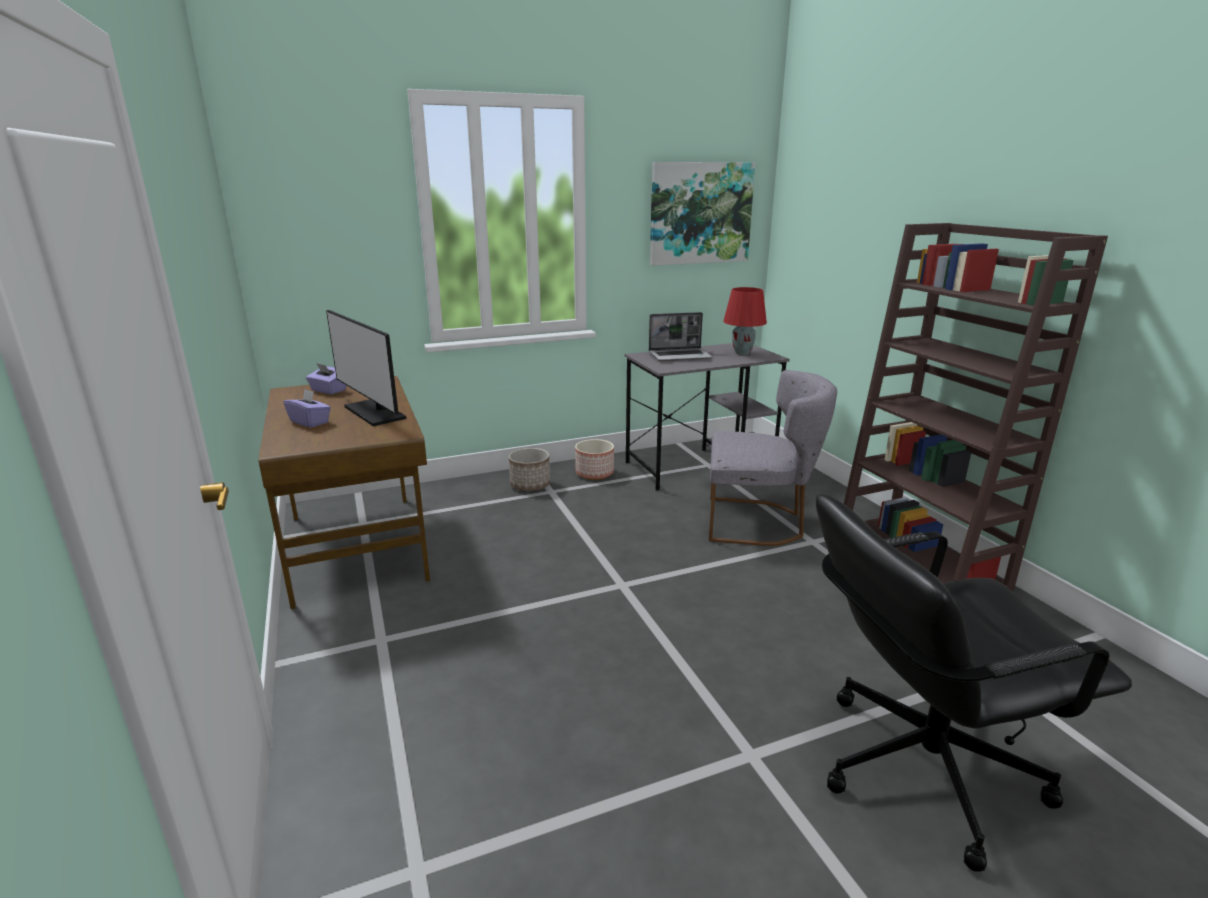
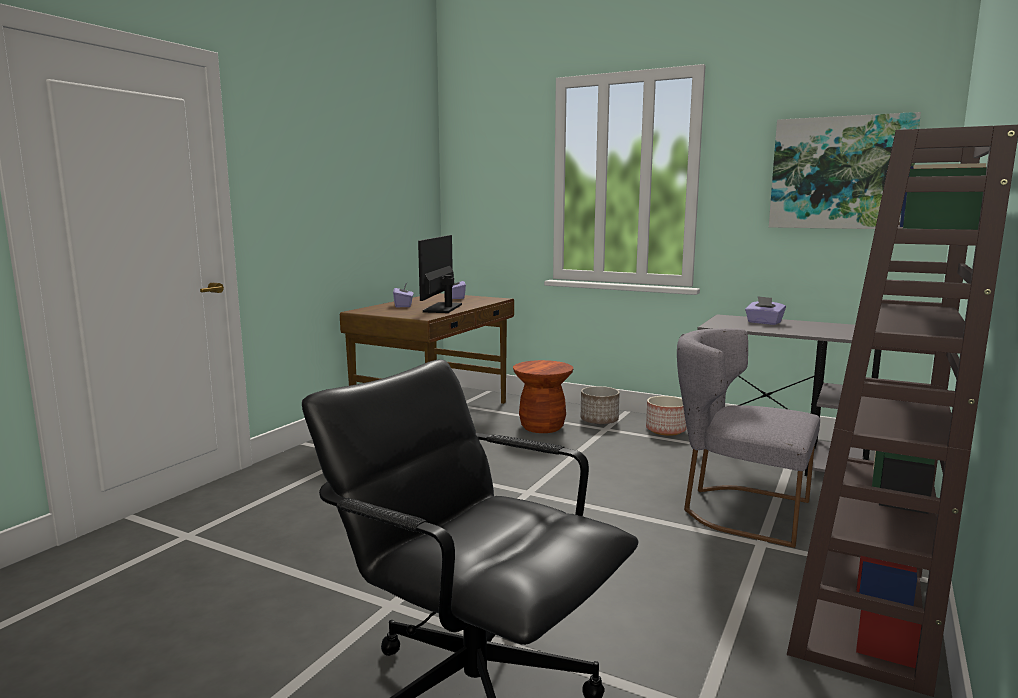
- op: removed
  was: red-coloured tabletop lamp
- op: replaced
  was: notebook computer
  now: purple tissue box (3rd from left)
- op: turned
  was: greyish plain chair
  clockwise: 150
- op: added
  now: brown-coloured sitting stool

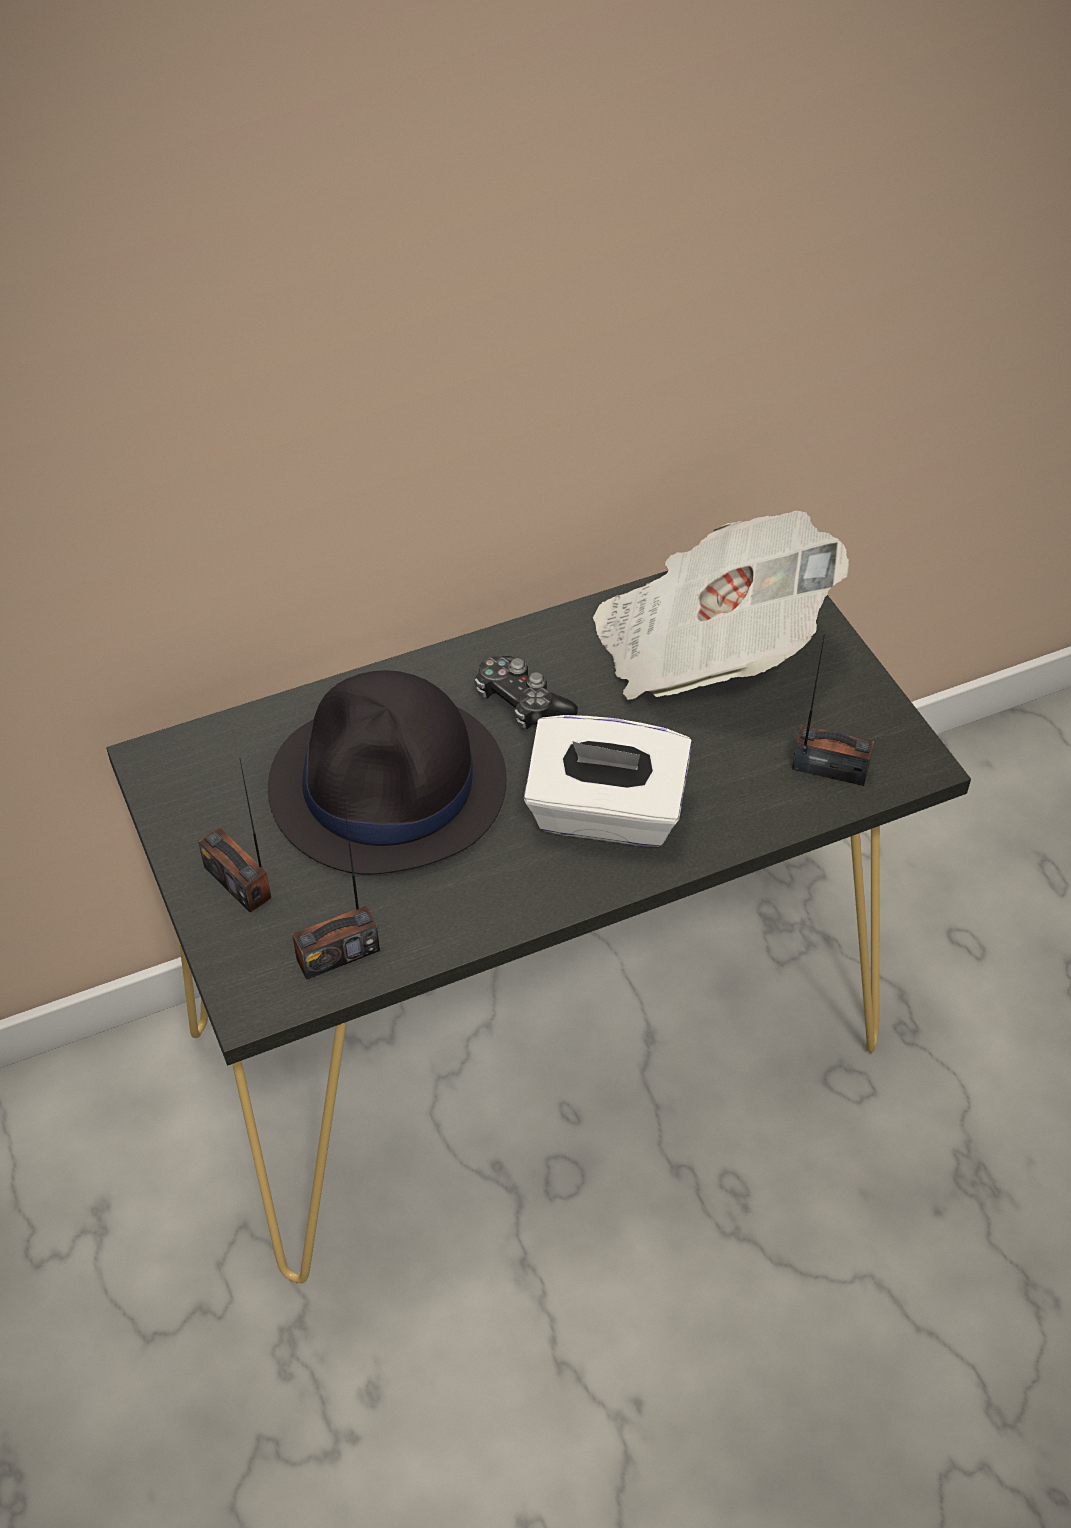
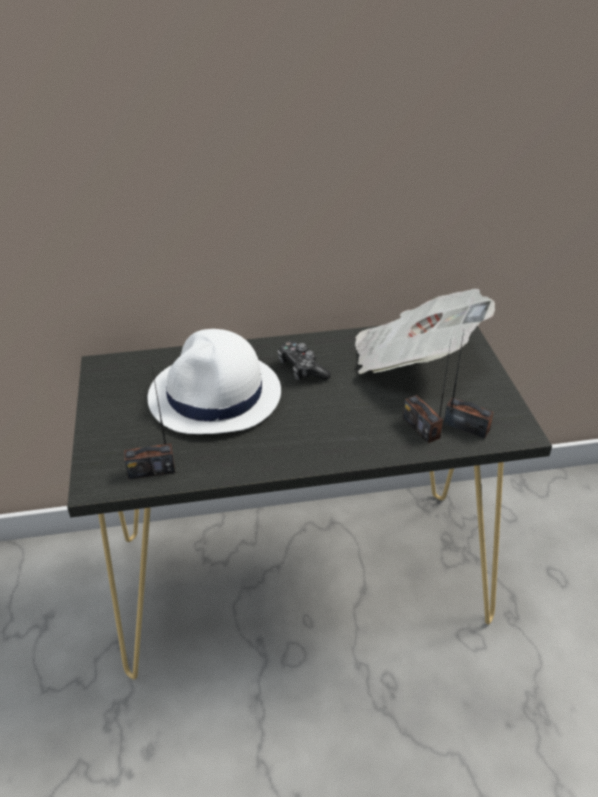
- op: recoloured
  was: black clothing hat
  now: whitish clothing hat
- op: removed
  was: whitish tissue box
- op: moved
  was: radio (1st from left in the first image)
  now: radio (2nd from left)

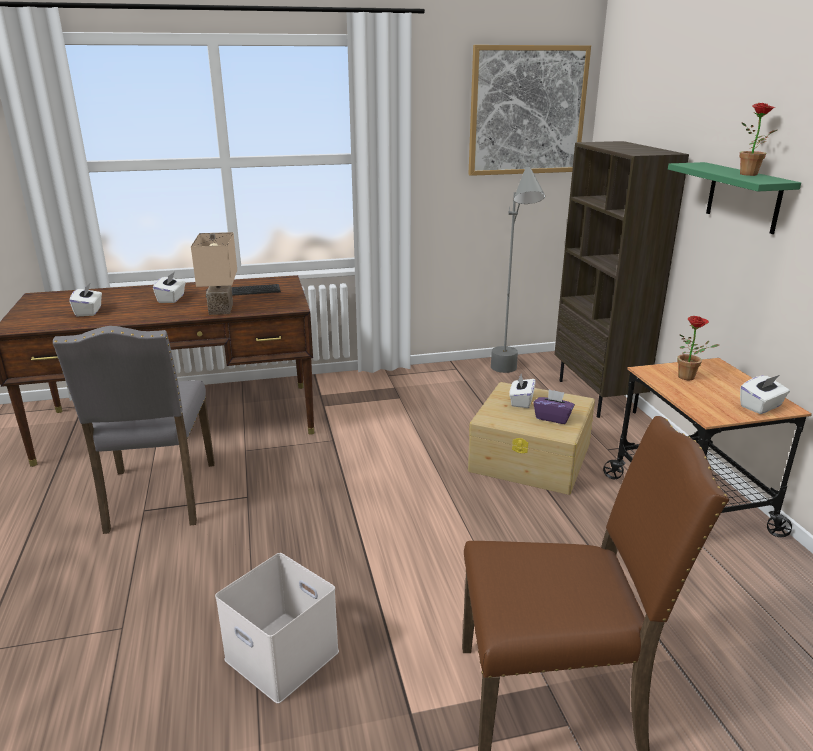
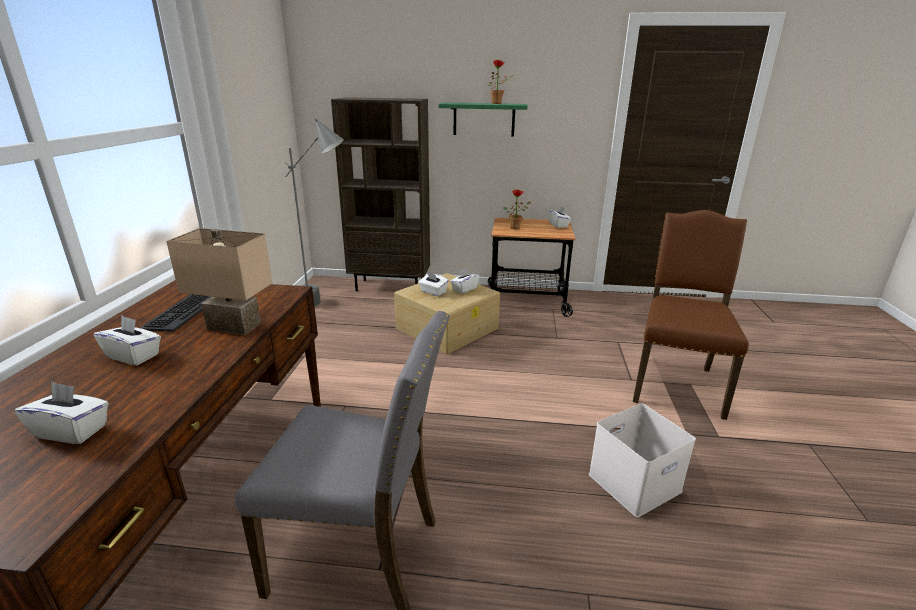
- op: removed
  was: wall art
- op: recoloured
  was: purple tissue box
  now: whitish tissue box (4th from left)

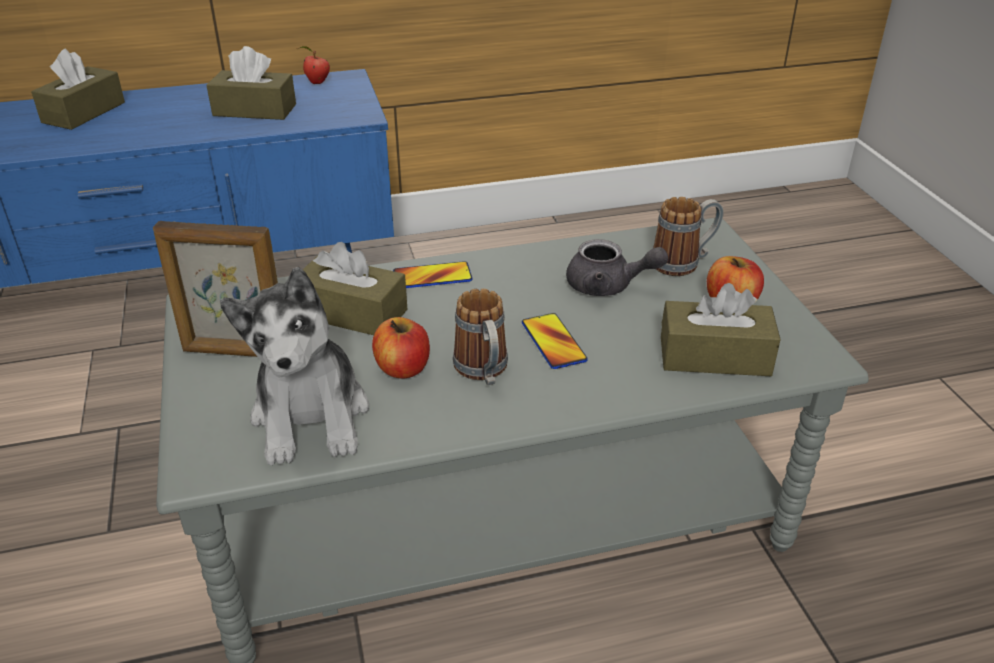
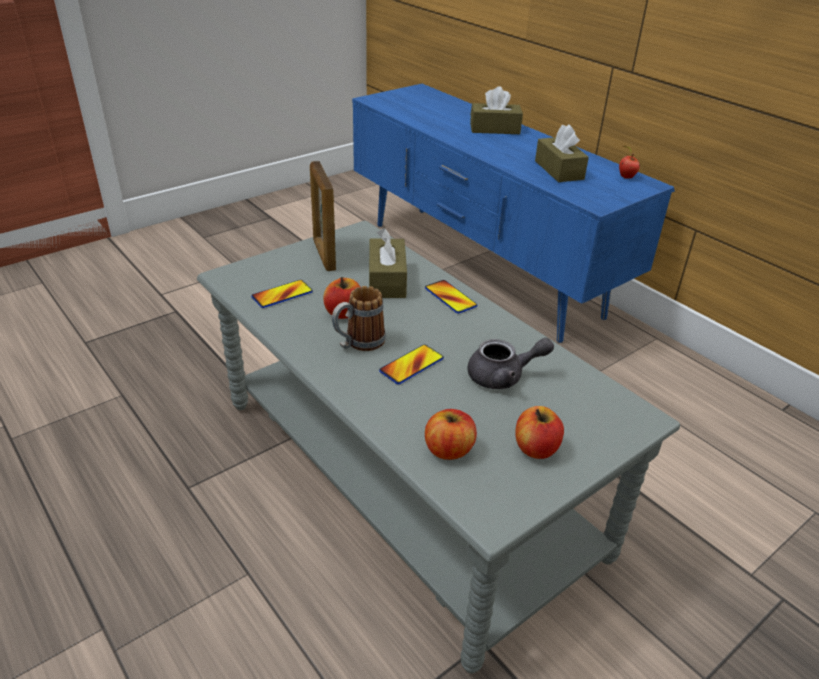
- op: removed
  was: mug (2nd from left)
- op: turned
  was: greyish tea pot
  clockwise: -90
- op: replaced
  was: plush toy
  now: phone (1st from left)
- op: replaced
  was: brown-coloured tissue box (4th from left)
  now: whole apple (2nd from left)

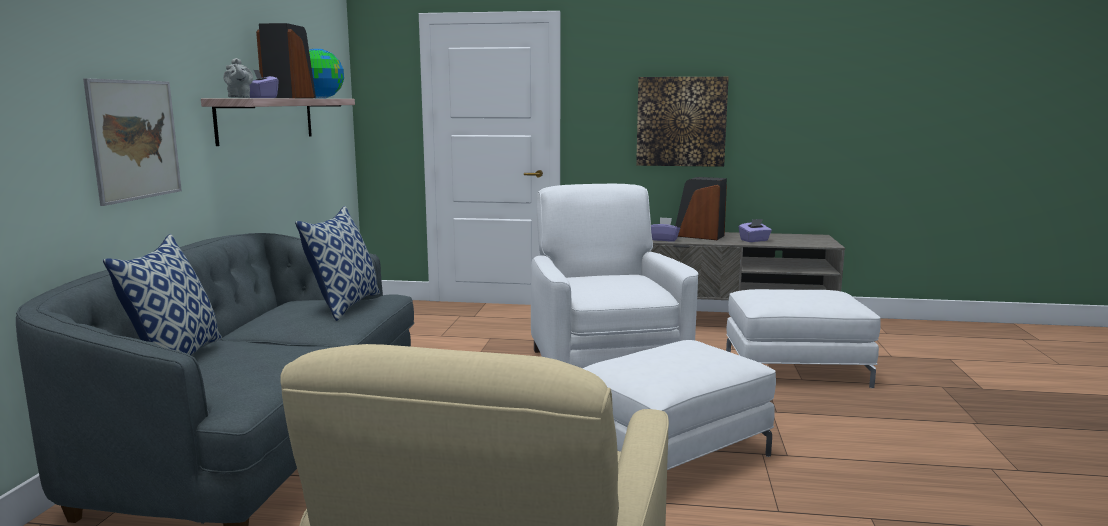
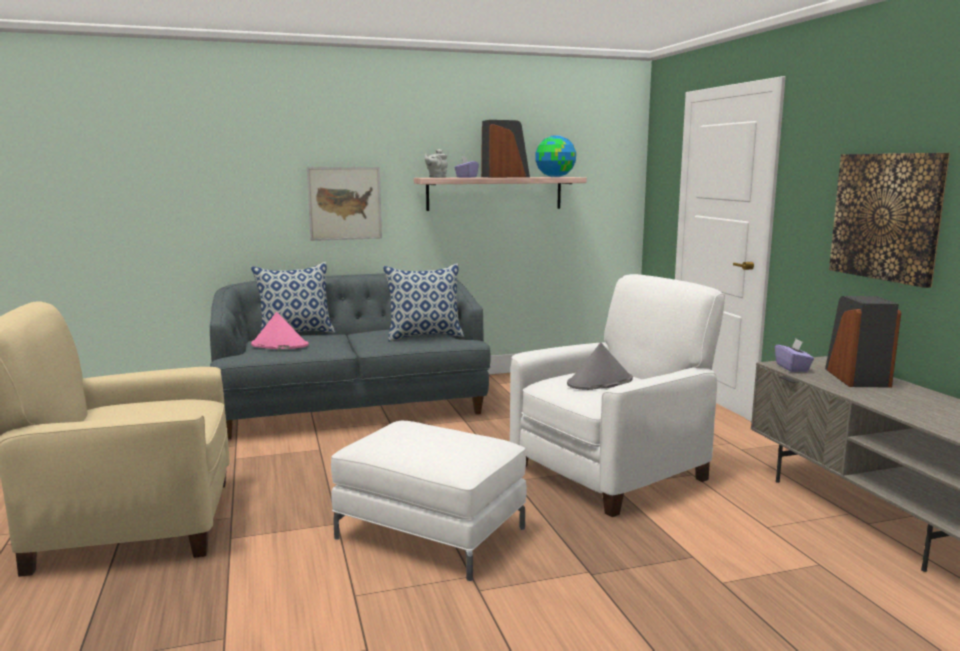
- op: removed
  was: purple tissue box (3rd from left)
- op: removed
  was: whitish pouffe (2nd from left)
- op: added
  now: pink-coloured clothing hat
- op: added
  now: greyish clothing hat

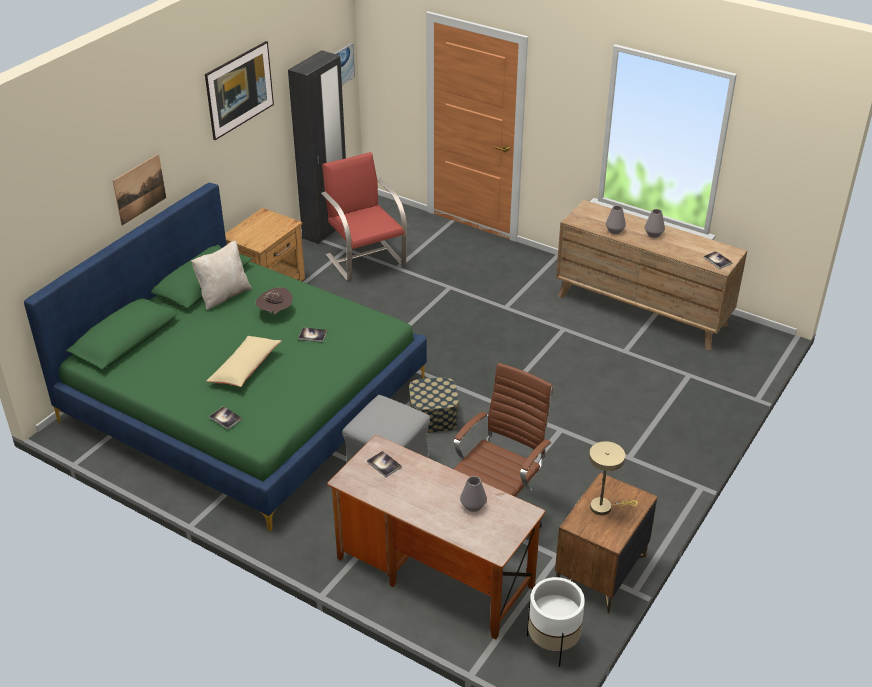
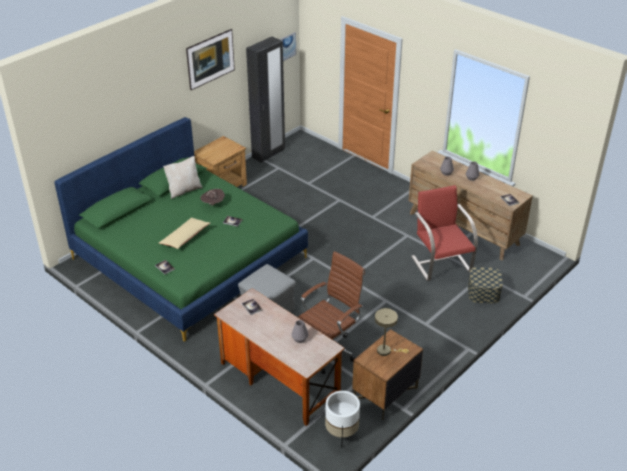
- op: moved
  was: red-coloured armchair
- op: removed
  was: wall art (1st from left)
- op: moved
  was: storage container

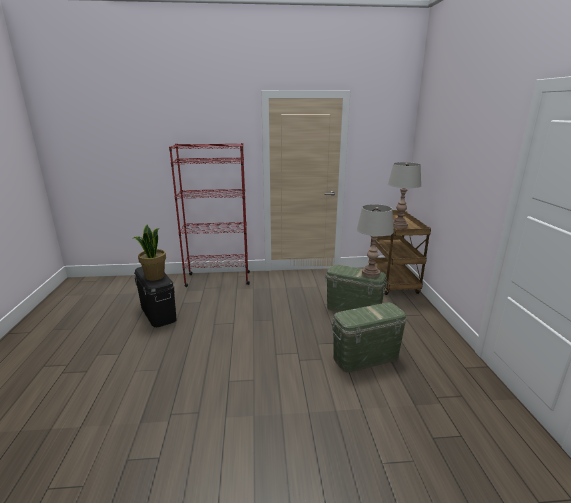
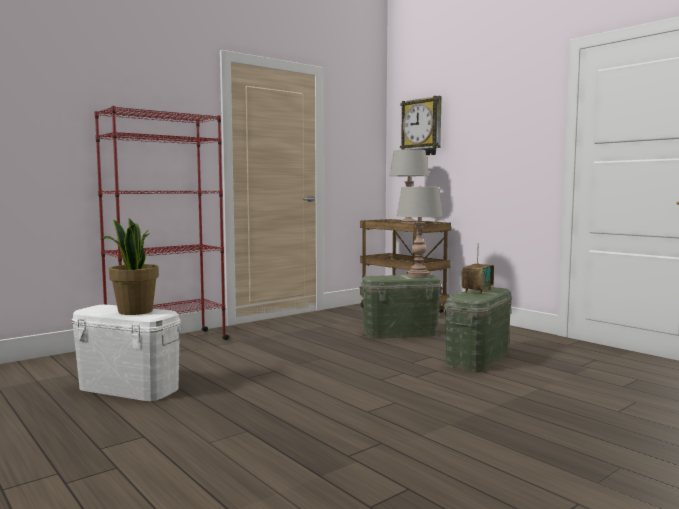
- op: recoloured
  was: black storage container
  now: whitish storage container
- op: added
  now: clock on the wall
- op: added
  now: radio

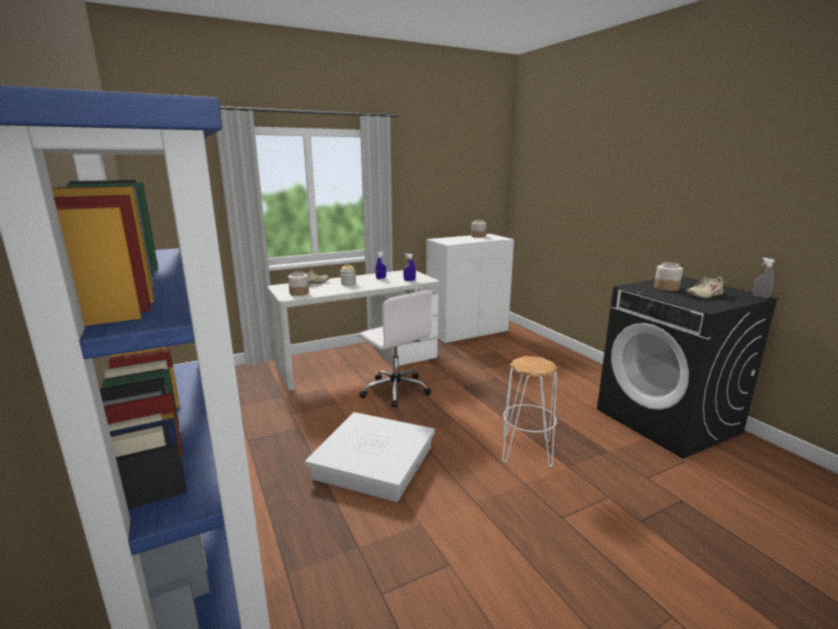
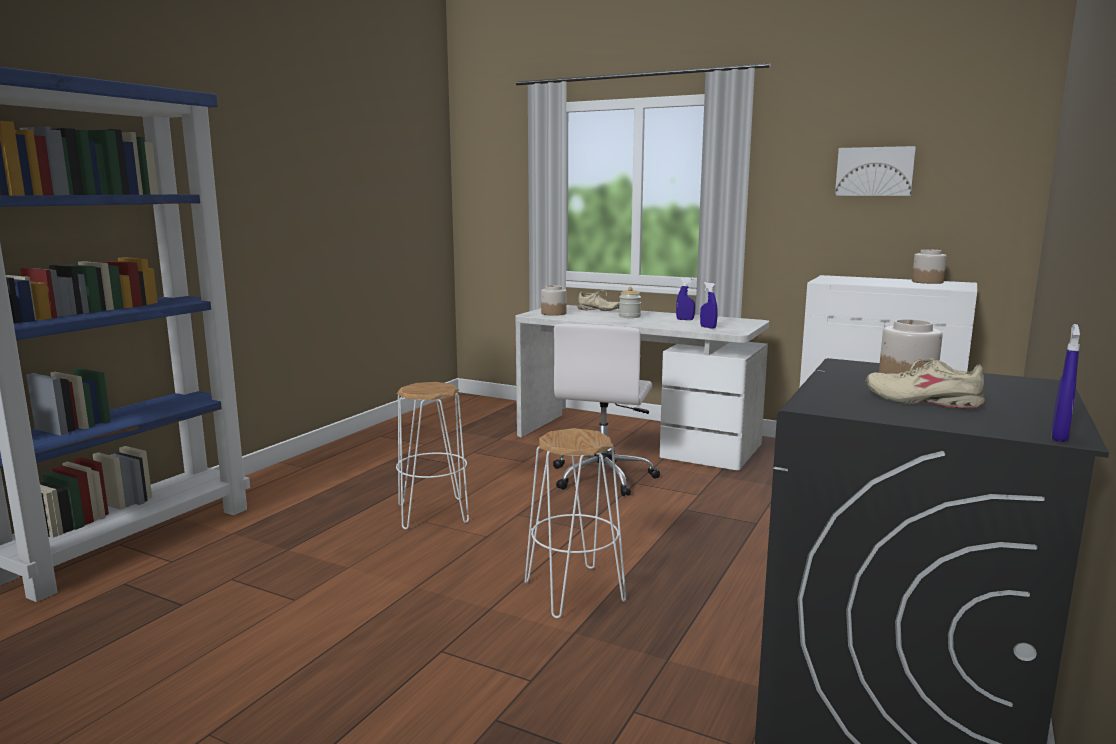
- op: recoloured
  was: greyish spray bottle
  now: blue spray bottle (3rd from left)
- op: replaced
  was: whitish storage container
  now: whitish sitting stool (1st from left)
- op: added
  now: wall art

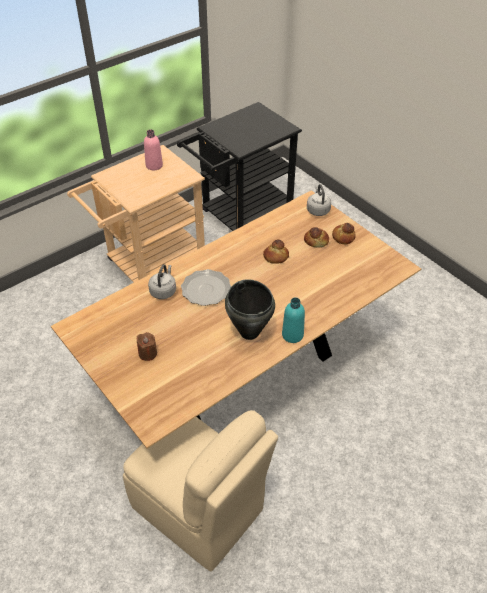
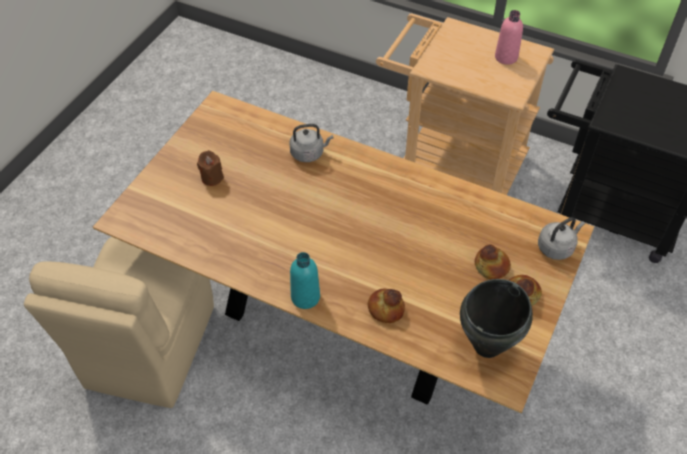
- op: moved
  was: bakery bread (1st from left)
- op: removed
  was: dinner plate
- op: moved
  was: black stockpot

